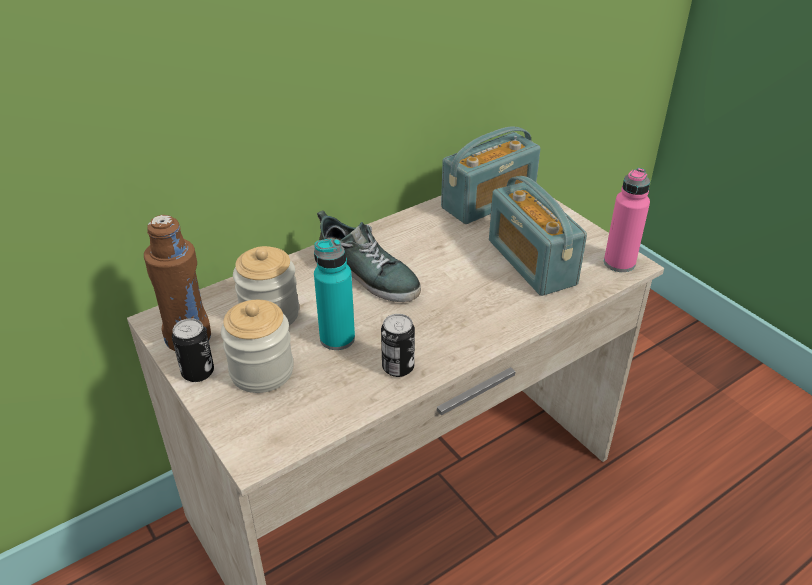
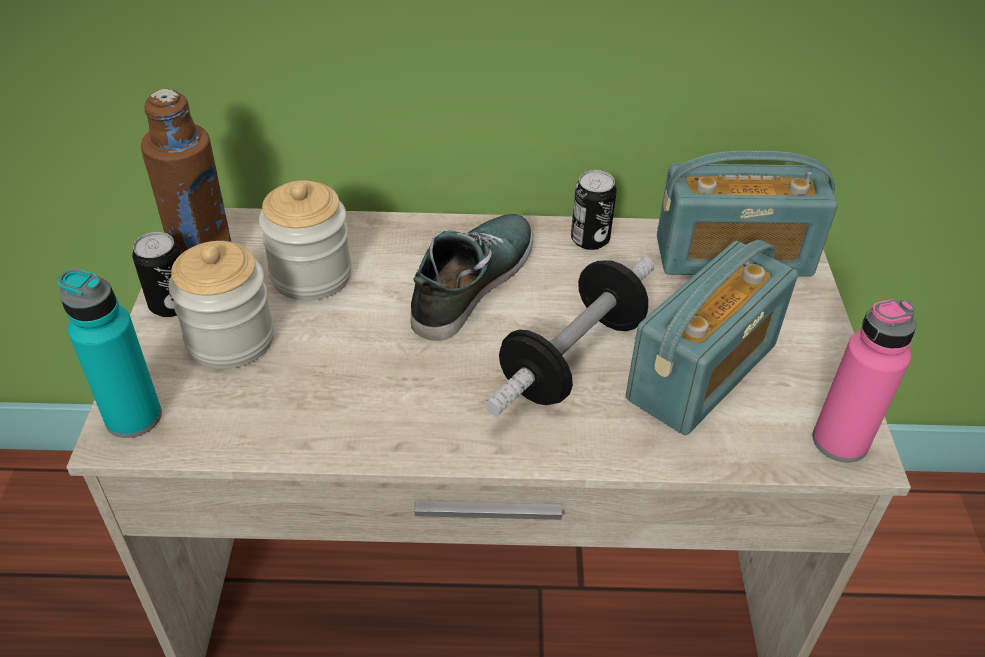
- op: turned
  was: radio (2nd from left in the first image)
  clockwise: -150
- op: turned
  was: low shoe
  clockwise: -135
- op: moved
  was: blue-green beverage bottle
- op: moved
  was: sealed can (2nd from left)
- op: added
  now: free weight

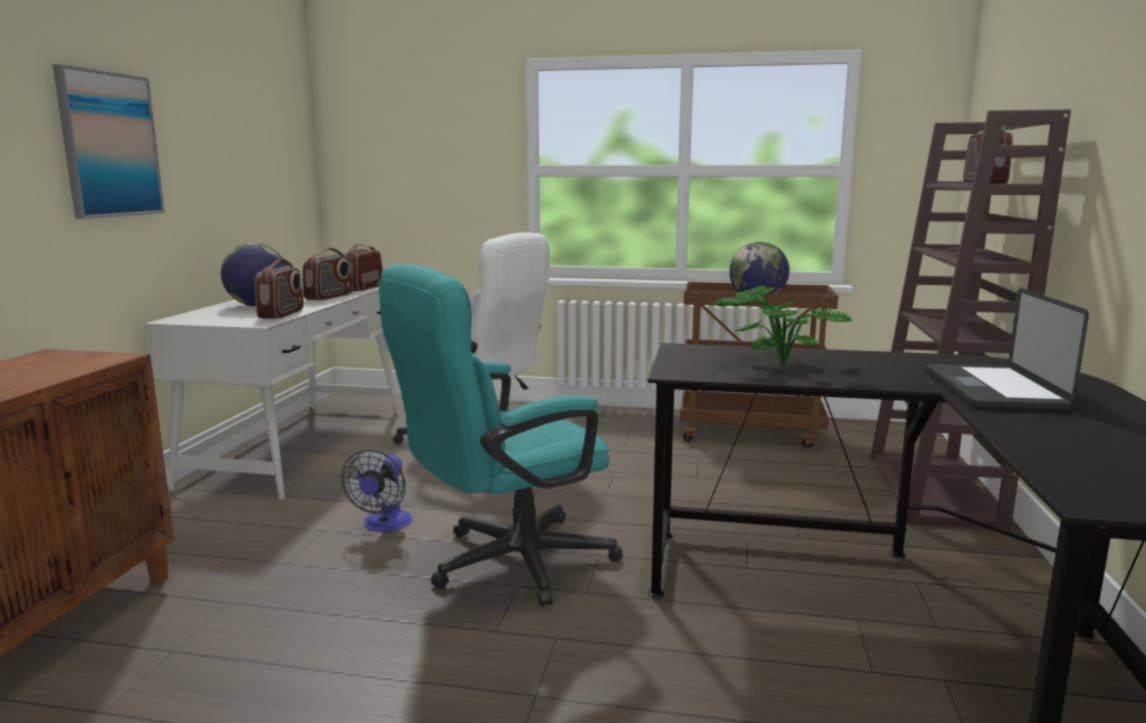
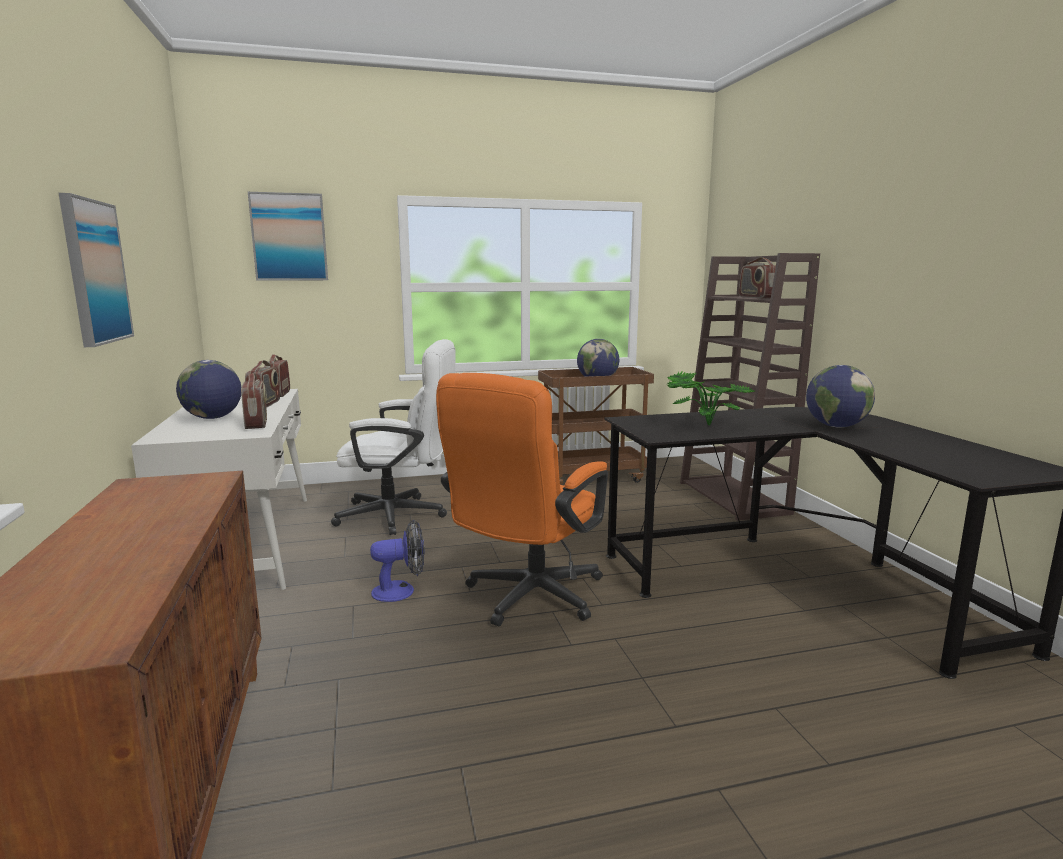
- op: recoloured
  was: blue-green computer chair
  now: orange-coloured computer chair
- op: replaced
  was: notebook computer
  now: desk globe (3rd from left)
- op: turned
  was: cooling fan
  clockwise: -90
- op: added
  now: wall art (2nd from left)

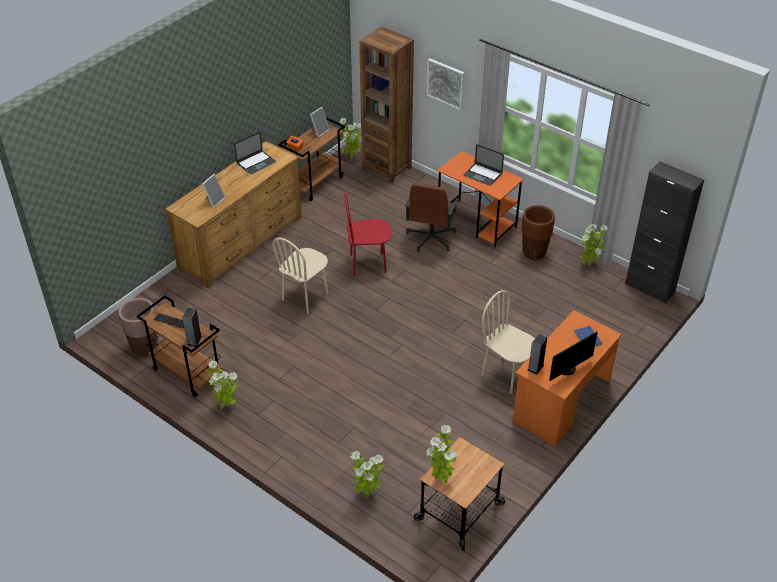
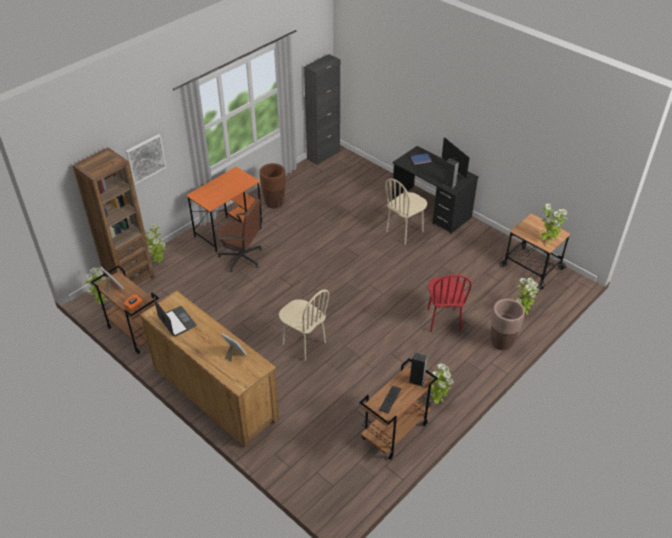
- op: removed
  was: notebook computer (2nd from left)
- op: moved
  was: red-coloured plain chair
- op: moved
  was: houseplant (5th from left in the first image)
  now: houseplant (2nd from left)
- op: moved
  was: brown-coloured plant pot (1st from left in the first image)
  now: brown-coloured plant pot (2nd from left)
- op: recoloured
  was: orange-coloured desk table (2nd from left)
  now: black desk table

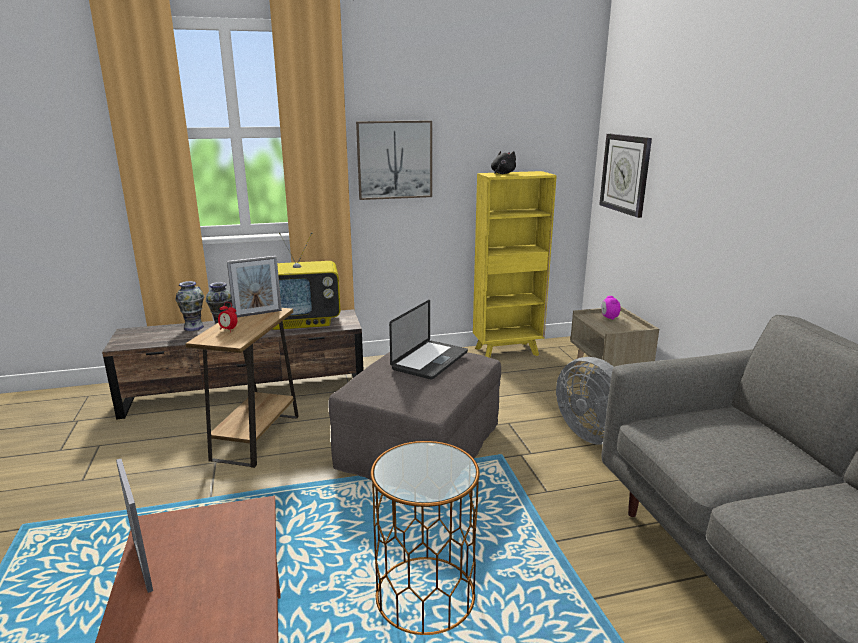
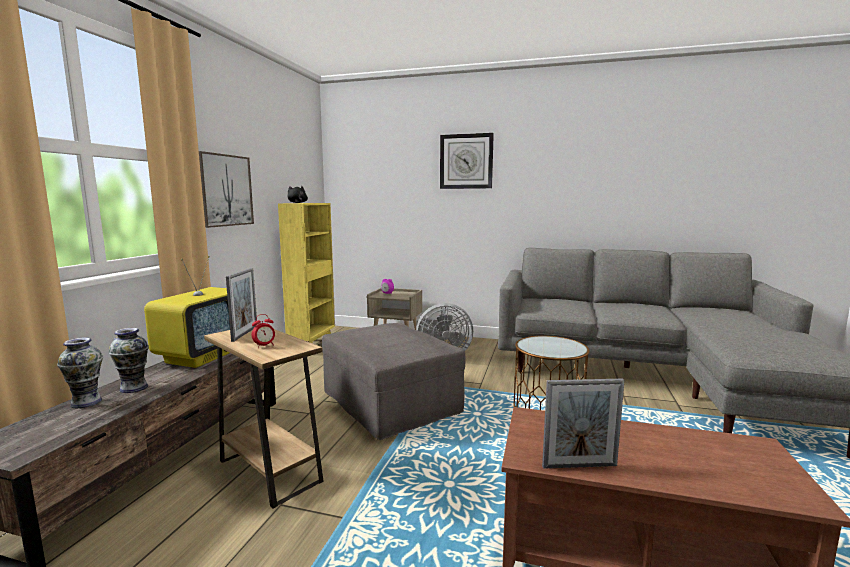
- op: moved
  was: clock on the wall
- op: removed
  was: notebook computer

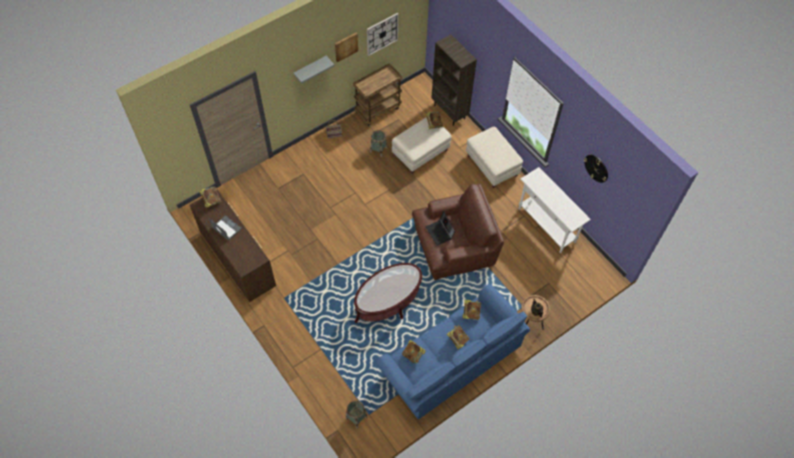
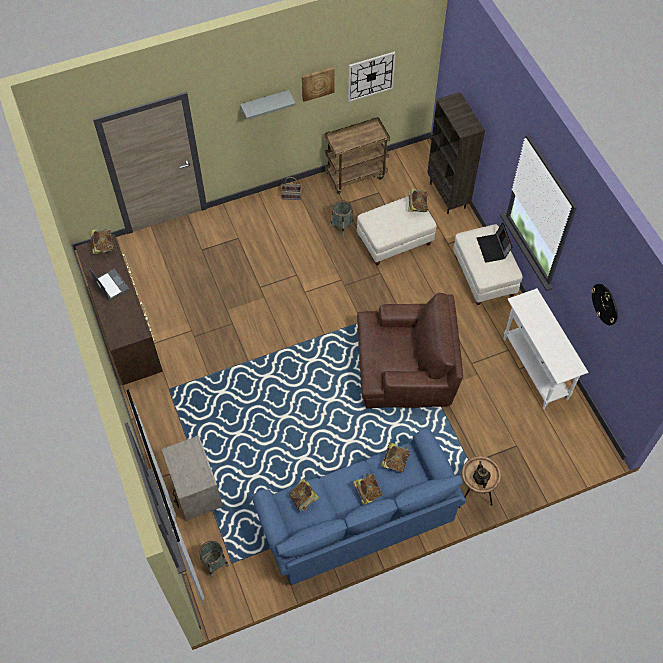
- op: moved
  was: notebook computer (2nd from left)
- op: removed
  was: brown-coloured coffee table
- op: added
  now: sand-coloured night table

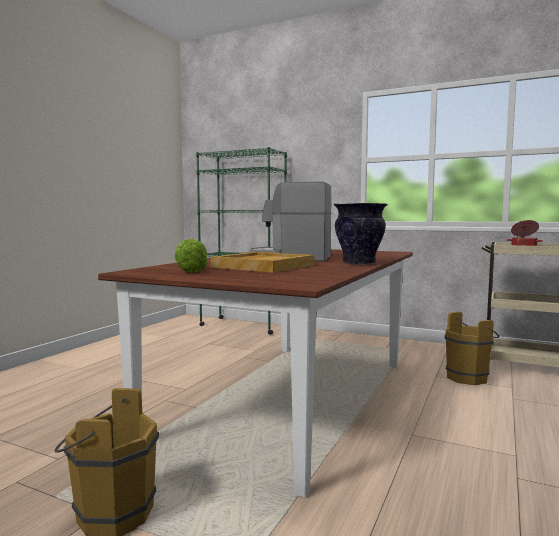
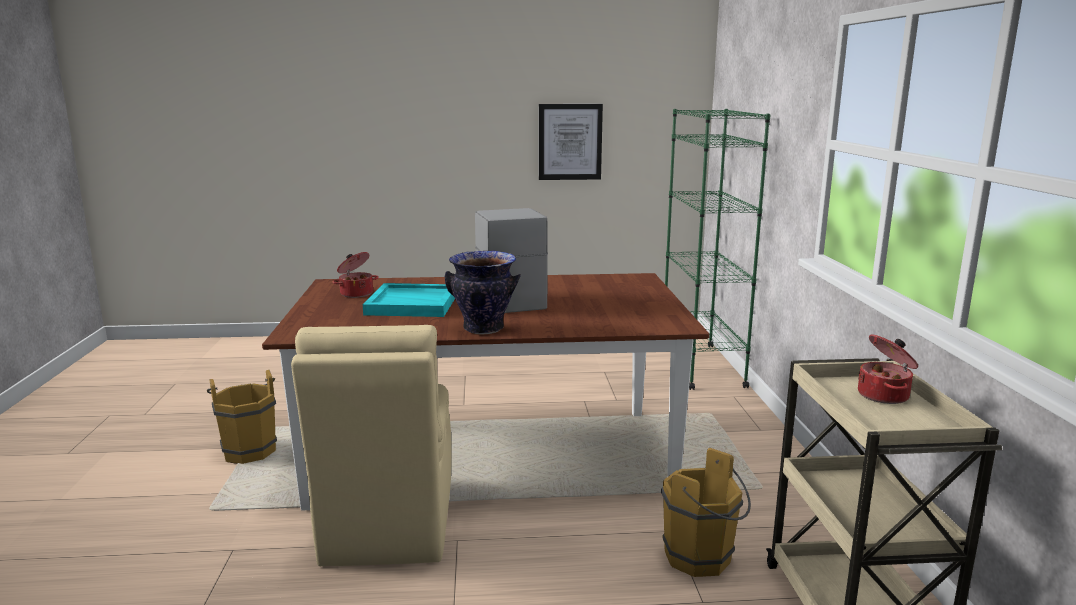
- op: replaced
  was: lettuce
  now: stockpot (1st from left)
- op: recoloured
  was: sand-coloured tray
  now: blue-green tray
- op: added
  now: wall art
- op: added
  now: sand-coloured plain chair

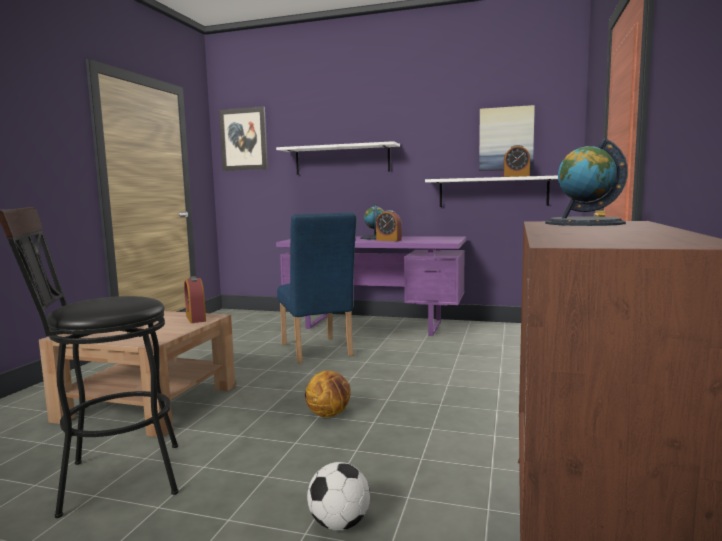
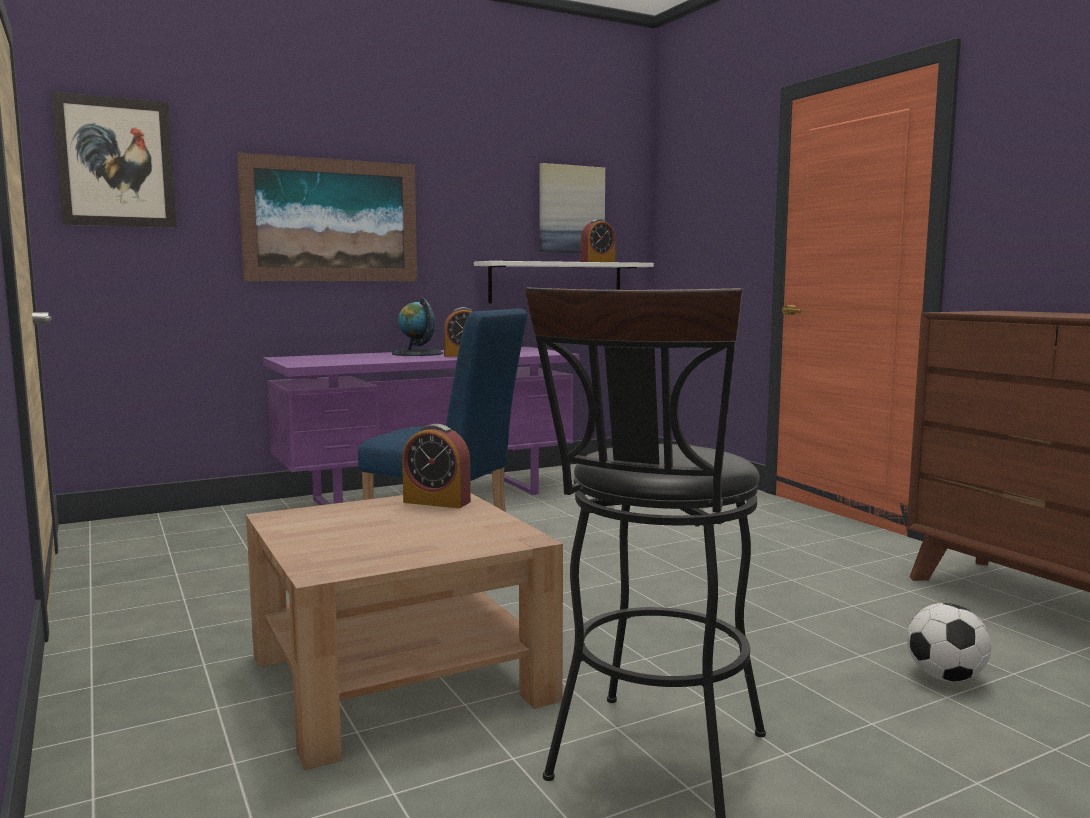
- op: removed
  was: desk globe (2nd from left)
- op: replaced
  was: whitish wall shelf (1st from left)
  now: wall art (2nd from left)
- op: removed
  was: basketball

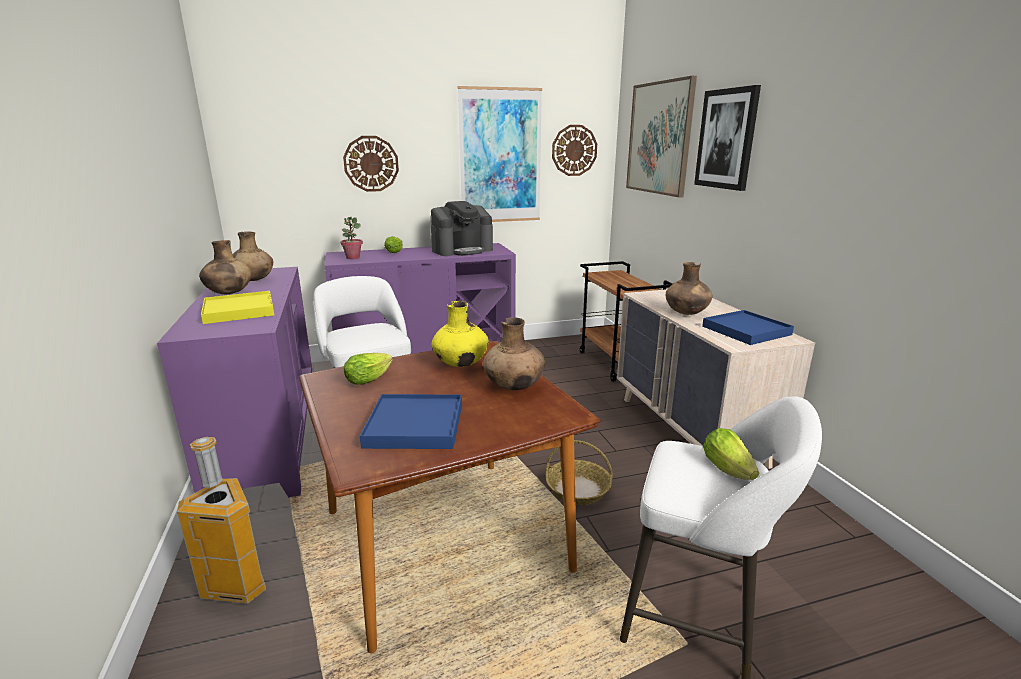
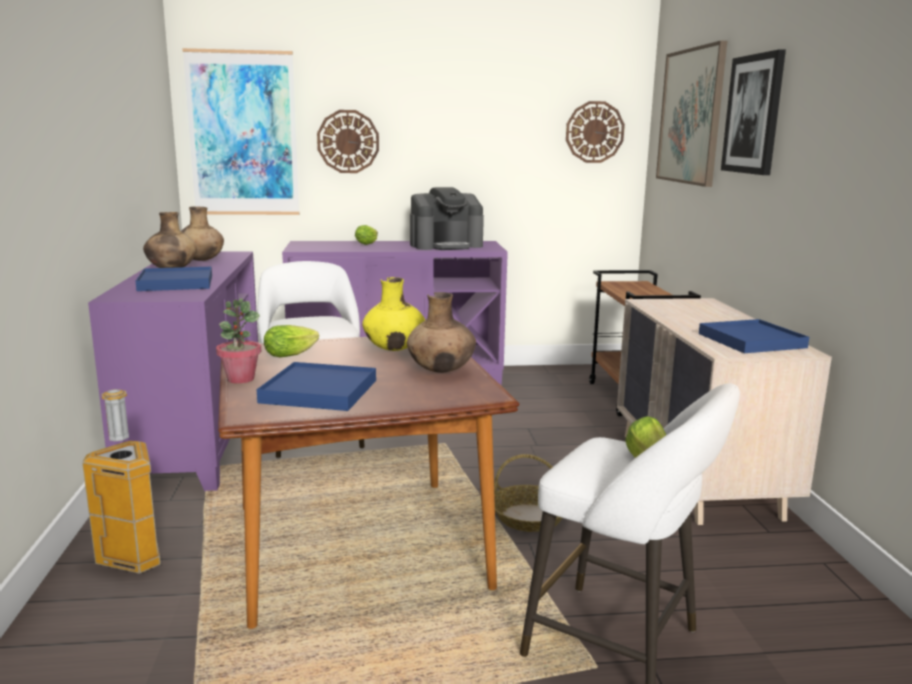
- op: moved
  was: wall art (1st from left)
- op: moved
  was: houseplant
- op: removed
  was: brown-coloured decorative vase (4th from left)
- op: recoloured
  was: yellowish tray
  now: blue tray (1st from left)

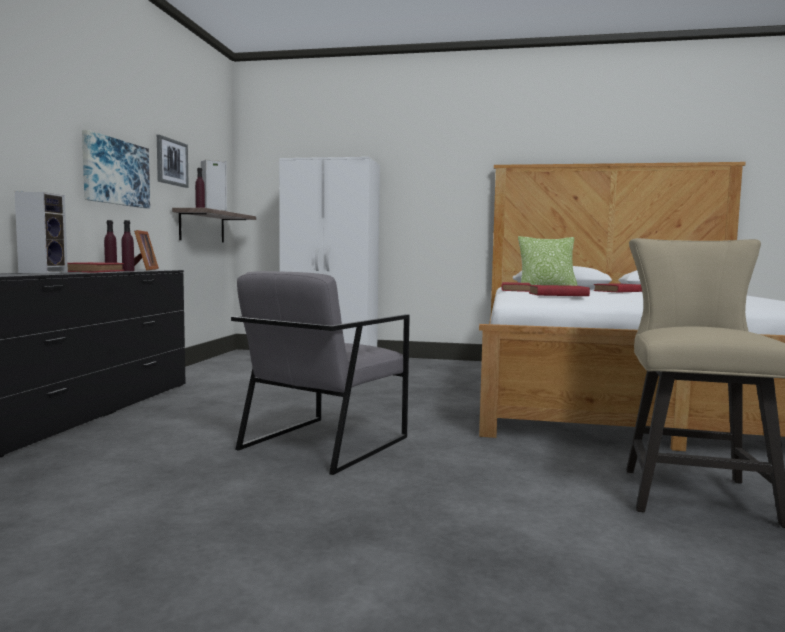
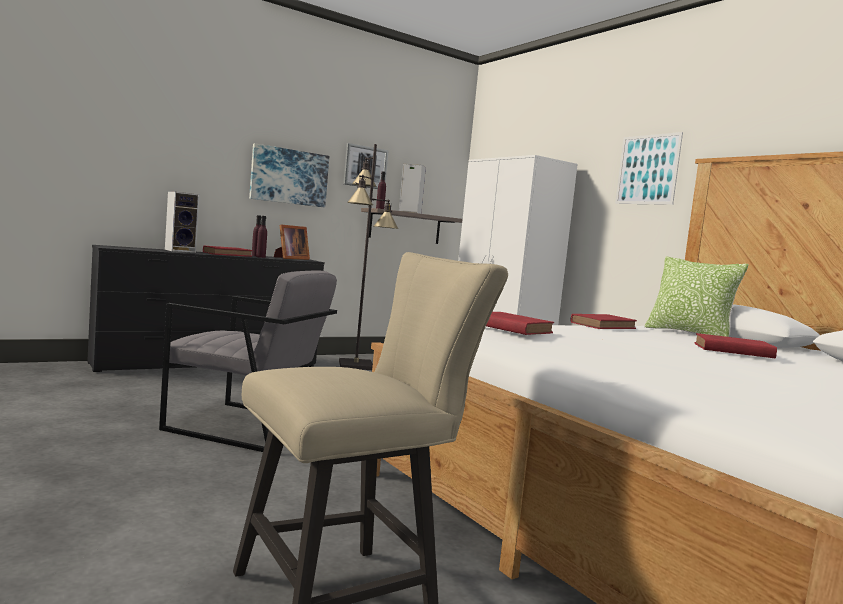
- op: turned
  was: greyish armchair
  clockwise: -150
- op: added
  now: wall art (3rd from left)
- op: added
  now: black standard lamp

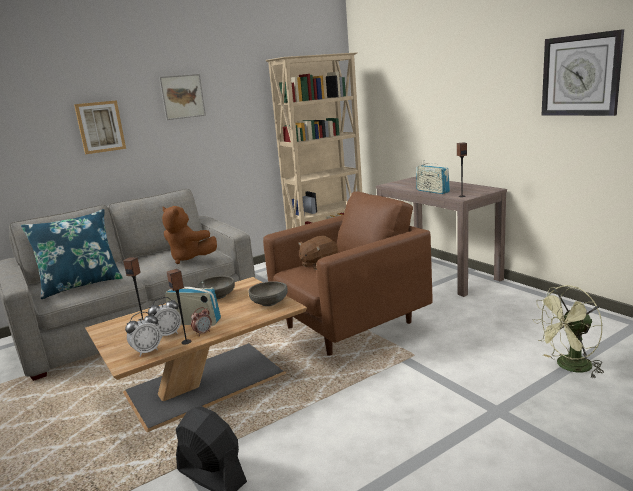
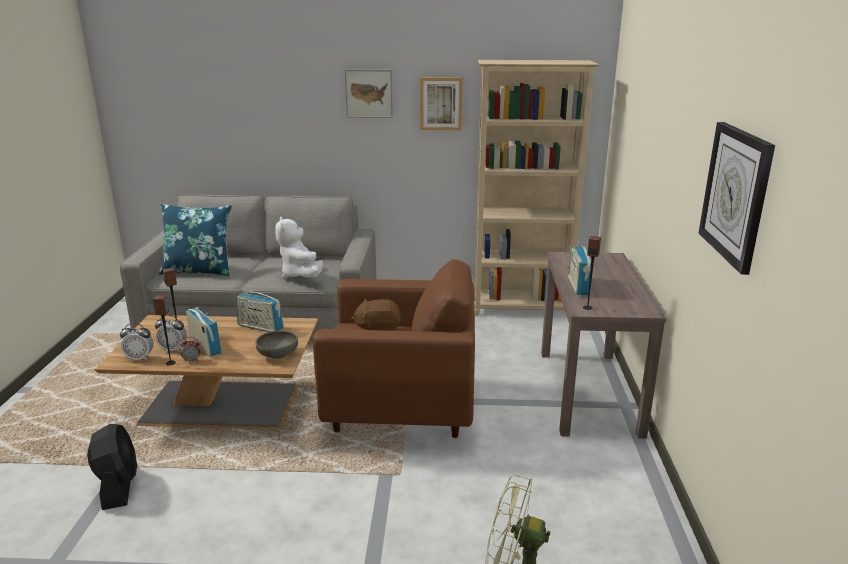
- op: moved
  was: wall art (1st from left in the first image)
  now: wall art (2nd from left)
- op: recoloured
  was: brown-coloured plush toy (1st from left)
  now: whitish plush toy
- op: replaced
  was: greyish serving bowl (1st from left)
  now: radio (2nd from left)

